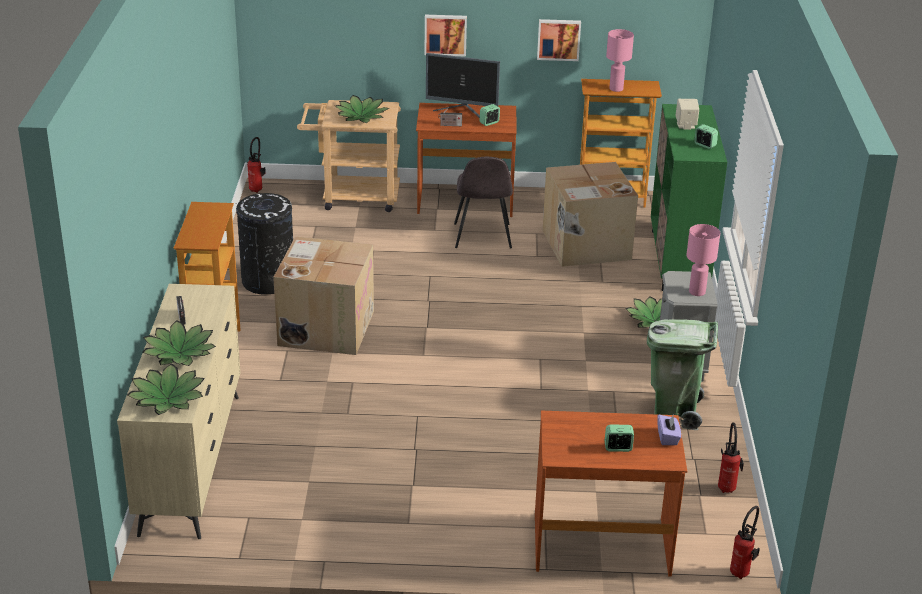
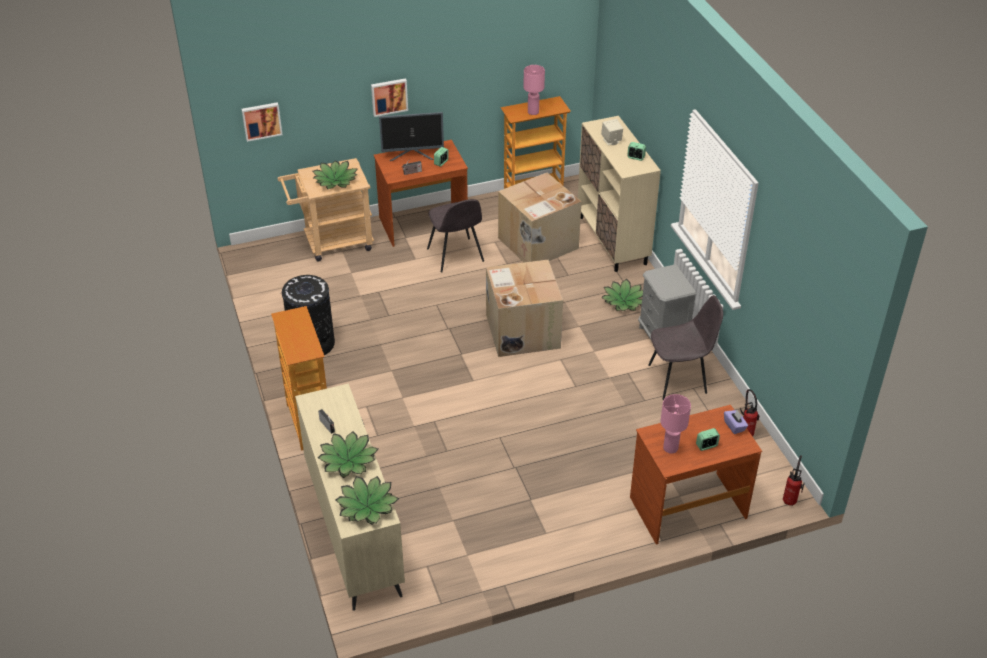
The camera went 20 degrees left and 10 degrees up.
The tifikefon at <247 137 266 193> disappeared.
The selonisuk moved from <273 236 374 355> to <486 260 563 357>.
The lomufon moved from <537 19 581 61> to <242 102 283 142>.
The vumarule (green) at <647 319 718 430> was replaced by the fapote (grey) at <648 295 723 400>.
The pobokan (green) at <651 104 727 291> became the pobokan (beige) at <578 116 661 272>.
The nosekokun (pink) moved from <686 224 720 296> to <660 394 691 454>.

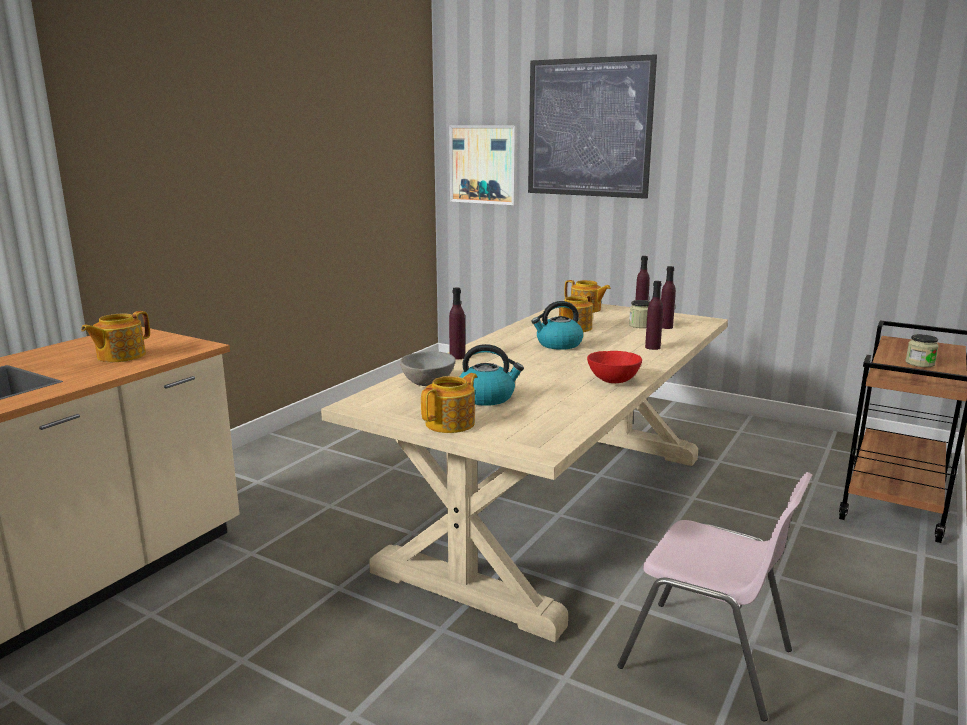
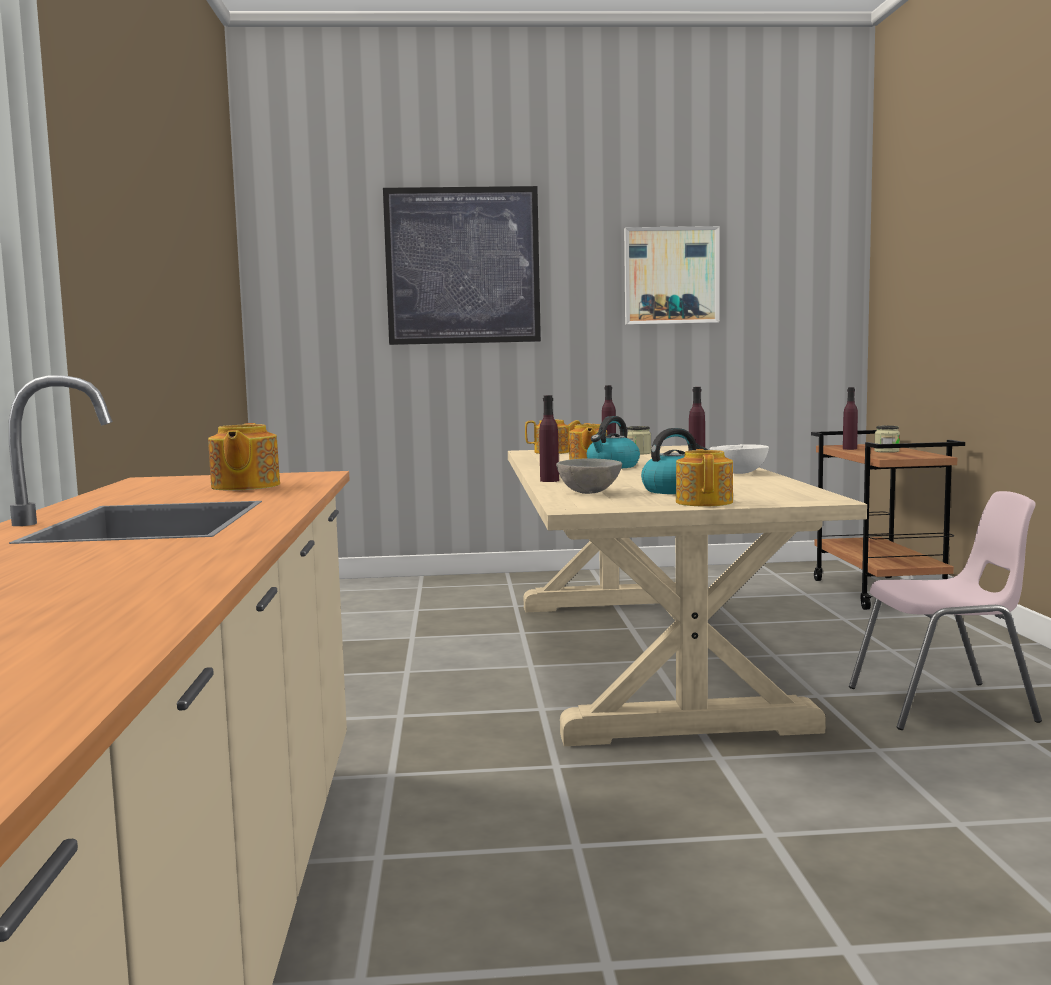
The camera went 35 degrees left and 10 degrees down.
The lomufon moved from <449 125 517 205> to <624 226 720 325>.
The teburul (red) at <587 351 642 383> became the teburul (white) at <710 444 769 474>.
The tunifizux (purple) moved from <661 266 676 329> to <843 387 858 450>.

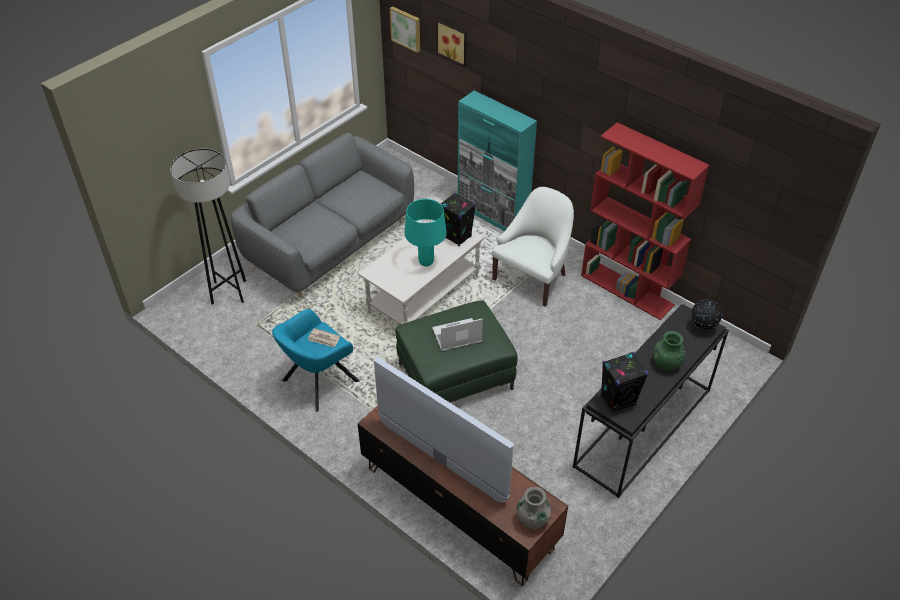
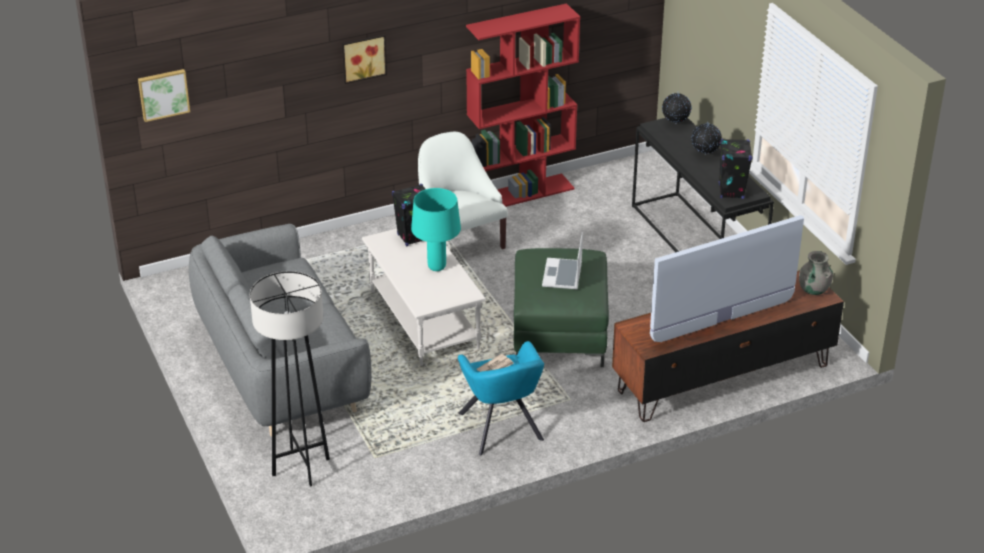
The camera went 65 degrees left and 10 degrees down.
The lomufon moved from <436 20 466 67> to <342 34 387 84>.
The pobokan (turquoise) at <458 90 537 231> disappeared.
The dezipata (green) at <653 331 685 371> was replaced by the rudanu at <692 122 722 155>.

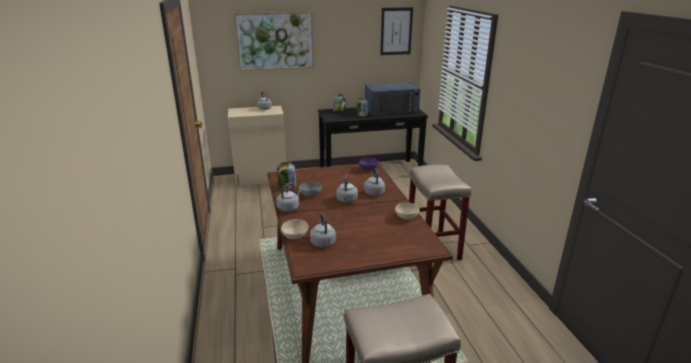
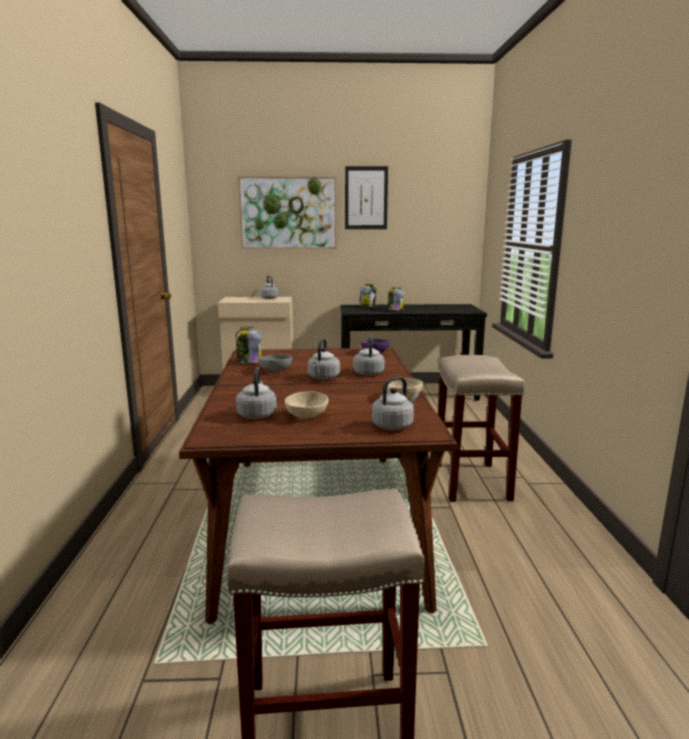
The camera went 10 degrees right and 10 degrees down.
The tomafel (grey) moved from <276 183 302 212> to <372 376 419 430>.
The teburul (beige) moved from <281 219 308 239> to <285 391 329 418>.
The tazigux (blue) at <365 82 420 117> disappeared.
The lomufon moved from <380 7 413 55> to <345 166 388 229>.

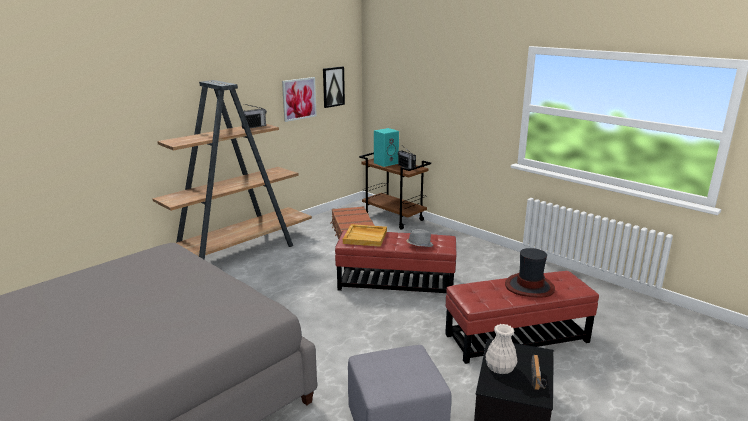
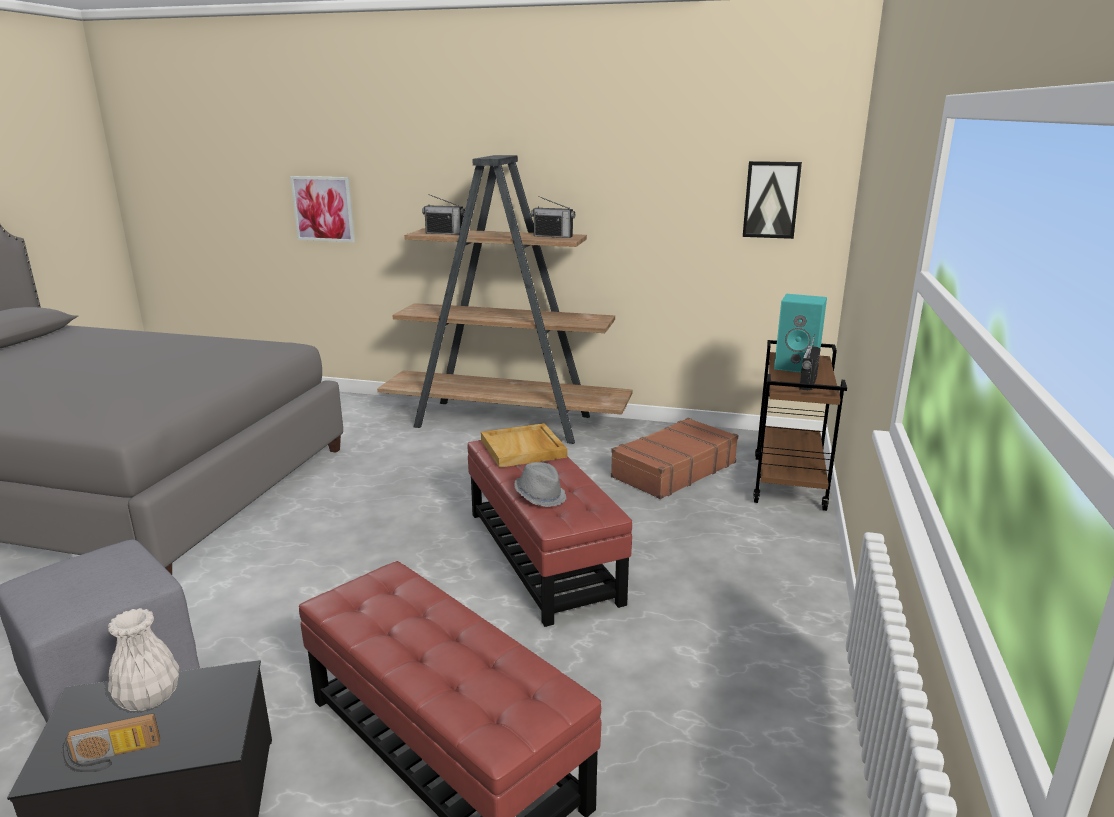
The camera went 60 degrees right and 0 degrees up.
The lomufon moved from <282 77 317 122> to <290 176 355 242>.
The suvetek at <505 248 555 298> disappeared.
The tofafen at <422 194 465 235> appeared.

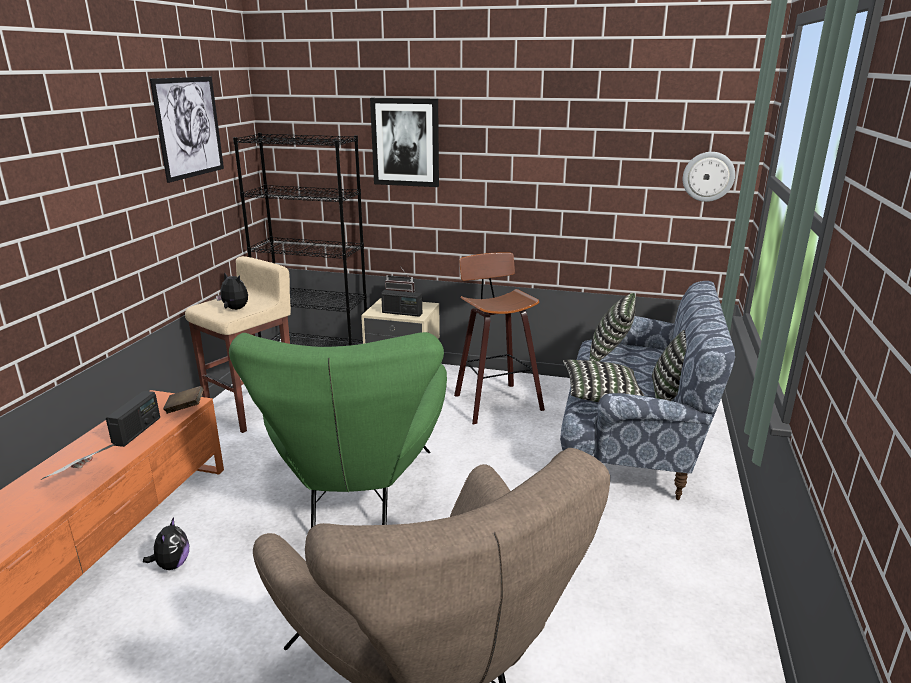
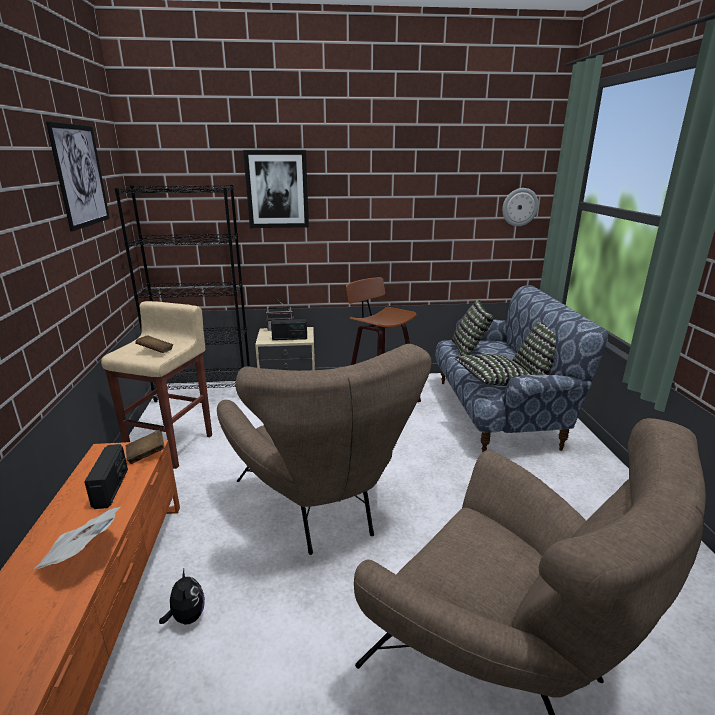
The camera went 20 degrees left and 0 degrees up.
The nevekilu at <216 272 248 310> was replaced by the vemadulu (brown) at <135 335 173 353>.
The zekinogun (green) at <229 332 447 528> became the zekinogun (brown) at <217 344 431 555>.

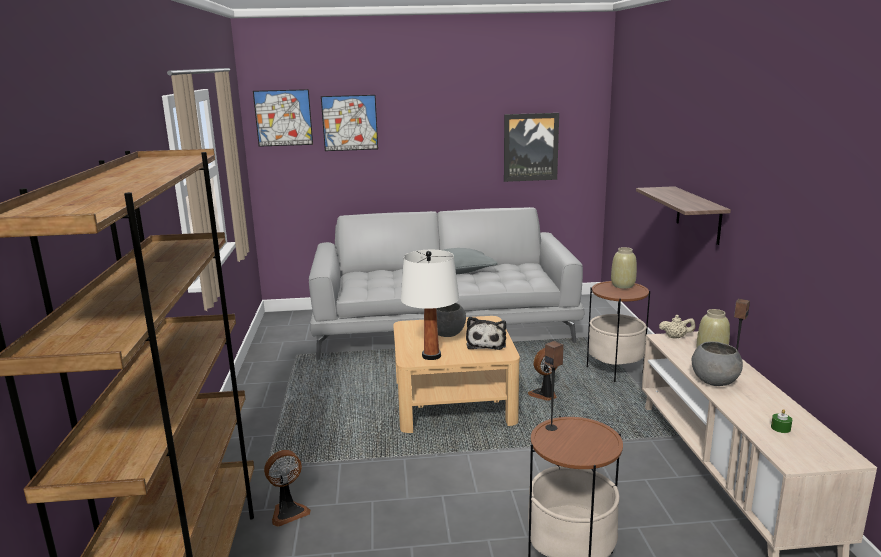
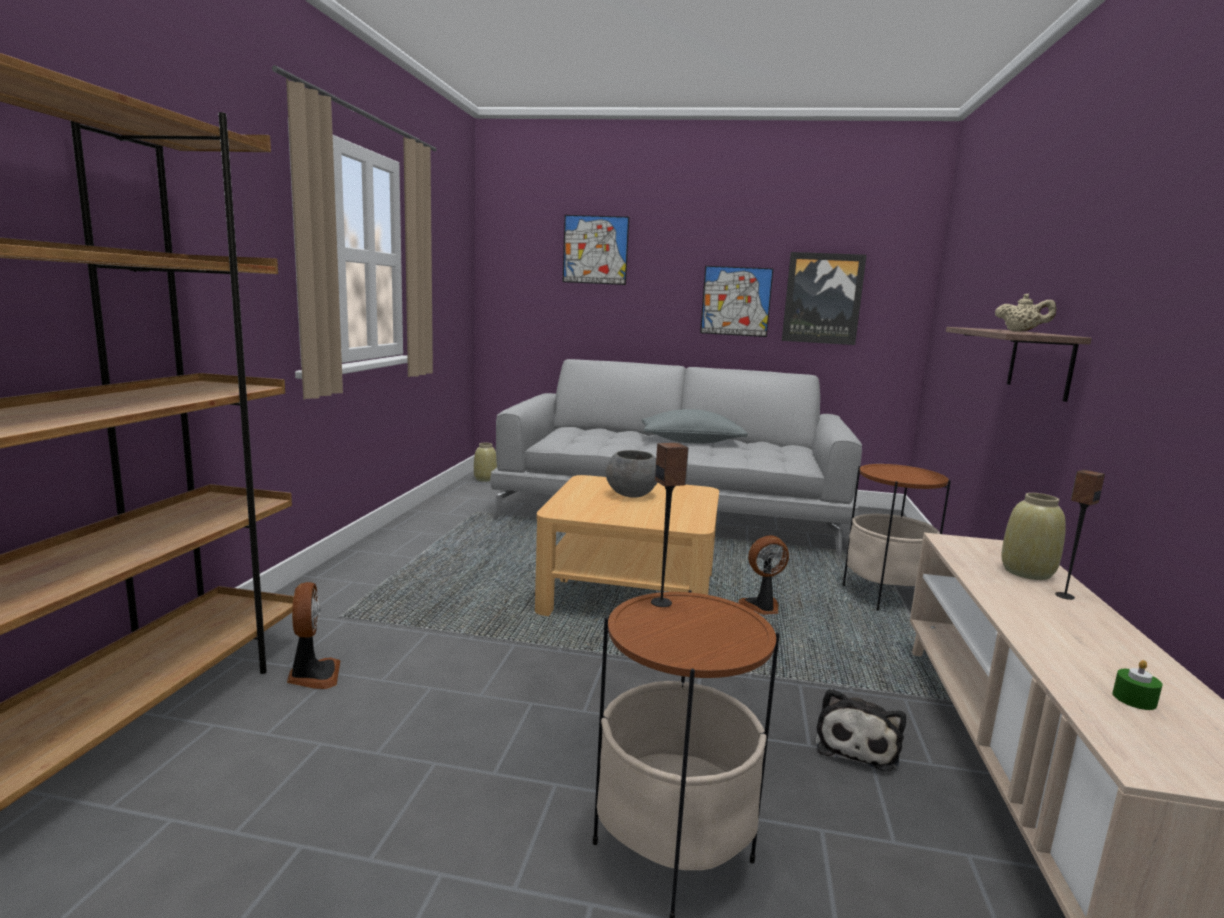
The camera went 15 degrees right and 5 degrees down.
The lomufon moved from <253 89 313 147> to <700 266 774 337>.
The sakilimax at <264 450 311 527> turned 90 degrees counterclockwise.
The nosekokun (white) at <401 250 459 360> disappeared.
The nevekilu moved from <466 317 506 350> to <816 688 906 772>.
The dezipata (beige) moved from <611 247 637 289> to <474 443 497 482>.
The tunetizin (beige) moved from <659 315 696 339> to <995 294 1056 331>.
The teburul (grey) at <692 341 743 386> disappeared.

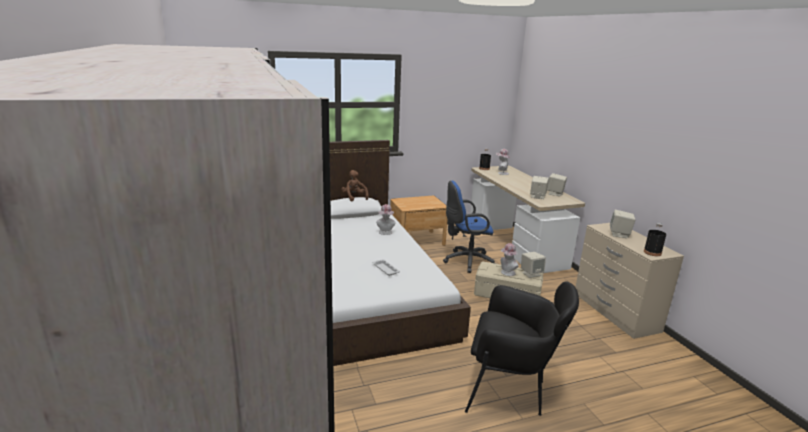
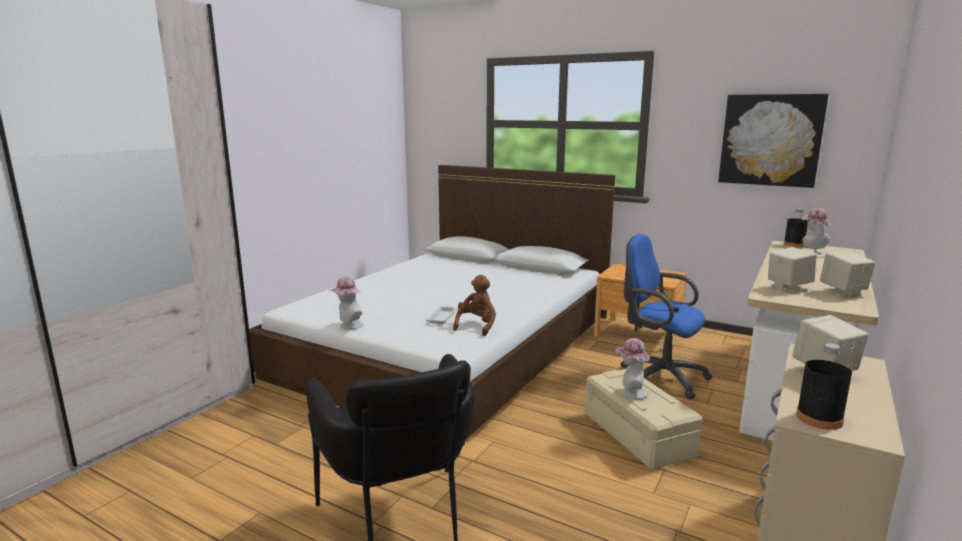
The camera went 50 degrees right and 5 degrees down.
The nevekilu (brown) moved from <341 170 368 201> to <453 275 496 336>.
The suvetek moved from <376 204 396 235> to <330 277 363 329>.
The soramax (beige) at <521 252 546 278> disappeared.
The lomufon at <718 94 828 188> appeared.

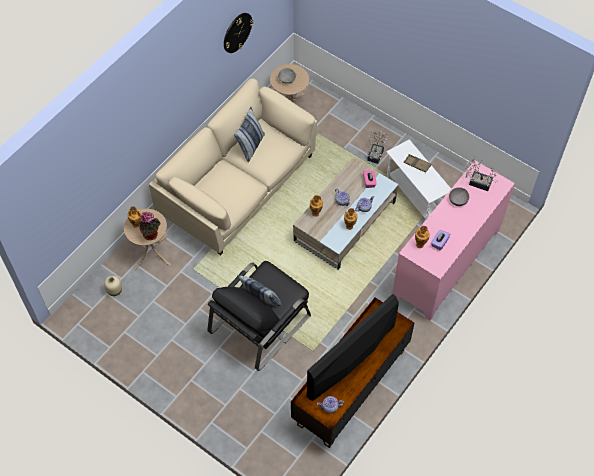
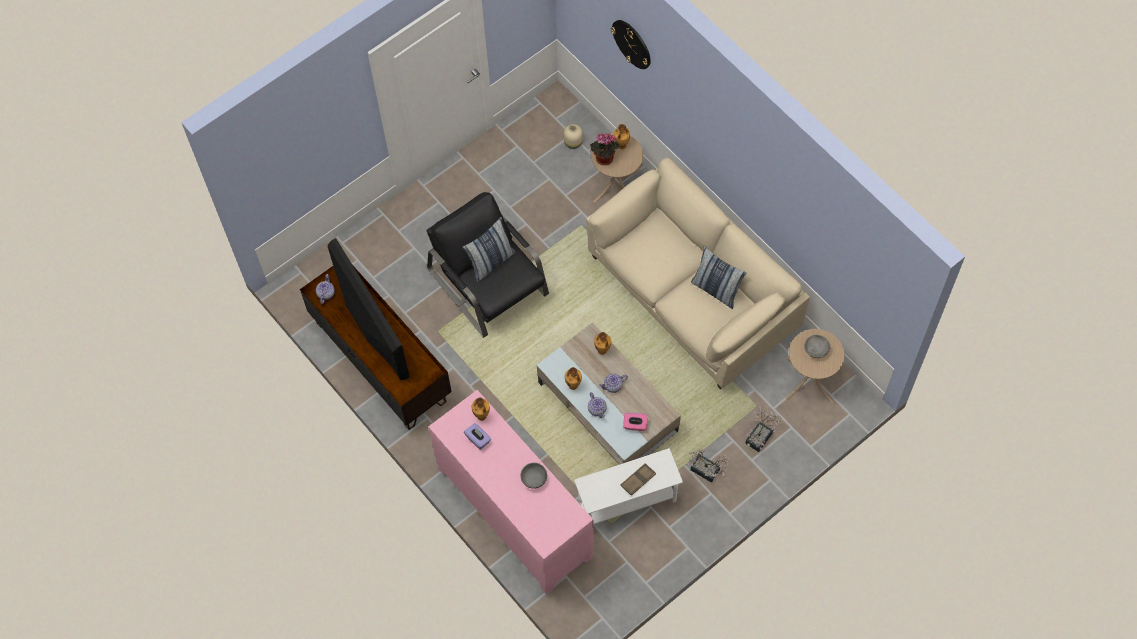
The camera went 105 degrees right and 5 degrees up.
The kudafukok moved from <224 13 253 53> to <611 20 651 69>.
The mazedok moved from <465 157 498 191> to <745 406 781 452>.

